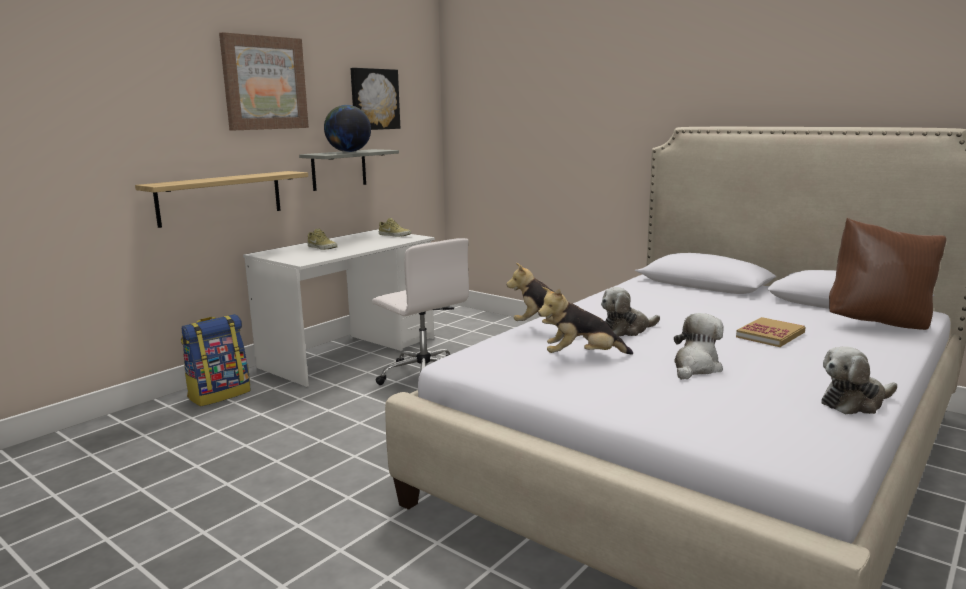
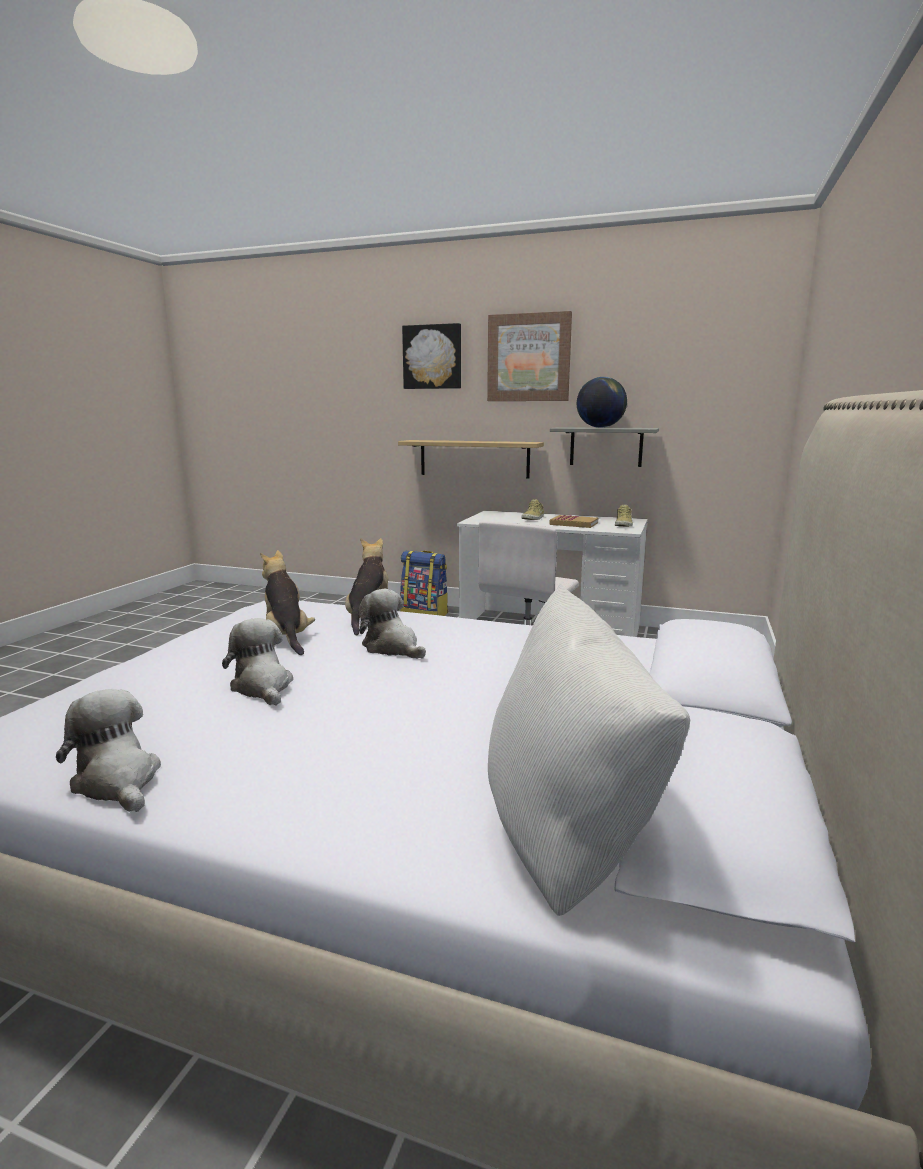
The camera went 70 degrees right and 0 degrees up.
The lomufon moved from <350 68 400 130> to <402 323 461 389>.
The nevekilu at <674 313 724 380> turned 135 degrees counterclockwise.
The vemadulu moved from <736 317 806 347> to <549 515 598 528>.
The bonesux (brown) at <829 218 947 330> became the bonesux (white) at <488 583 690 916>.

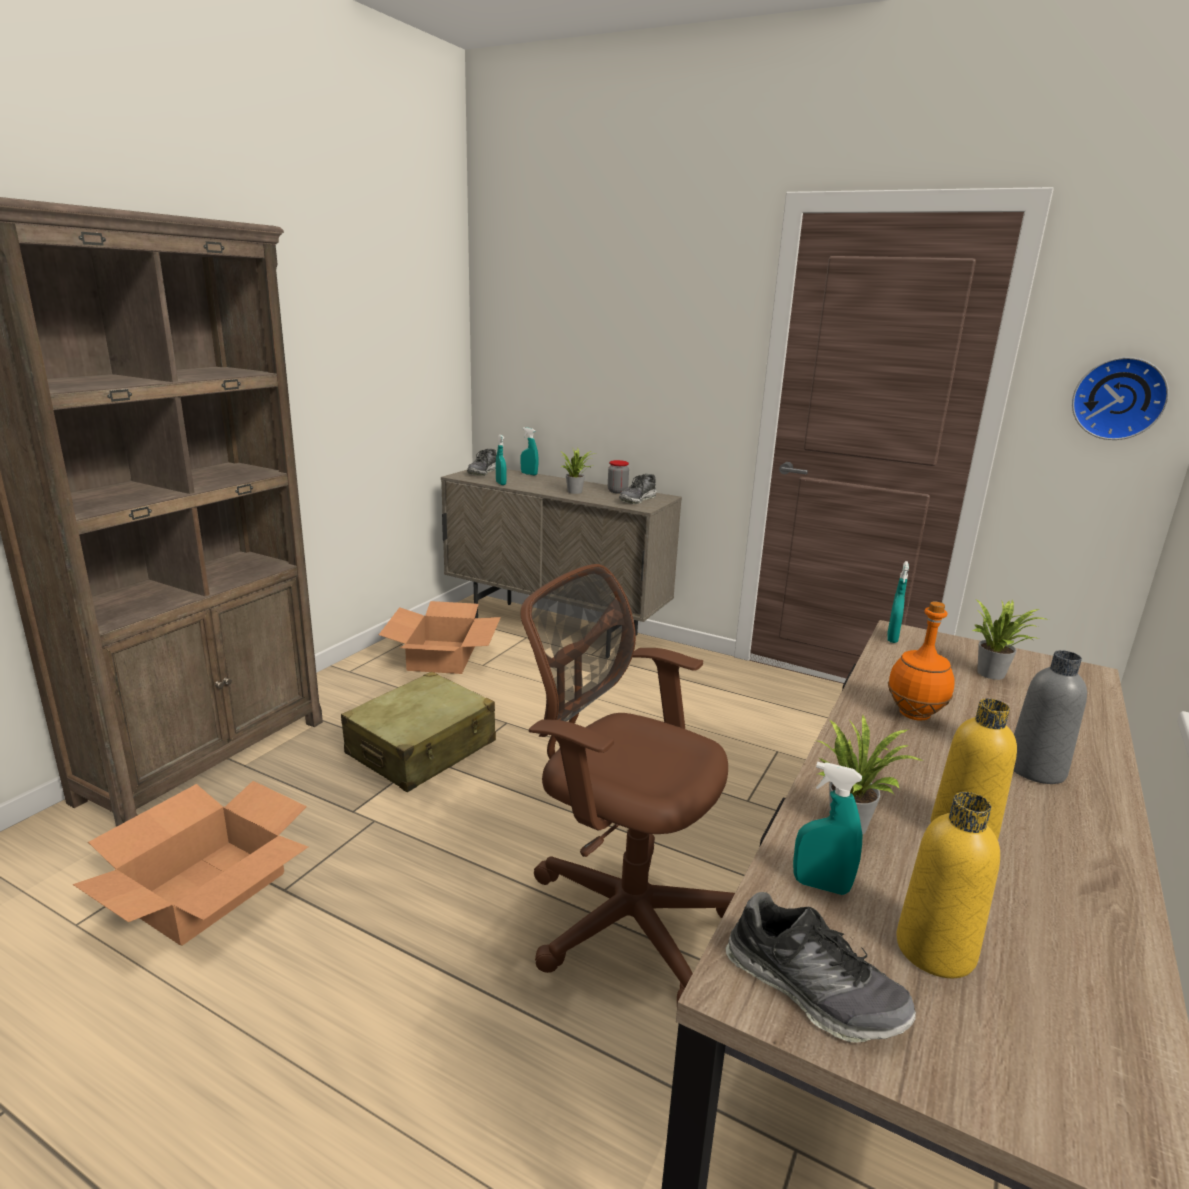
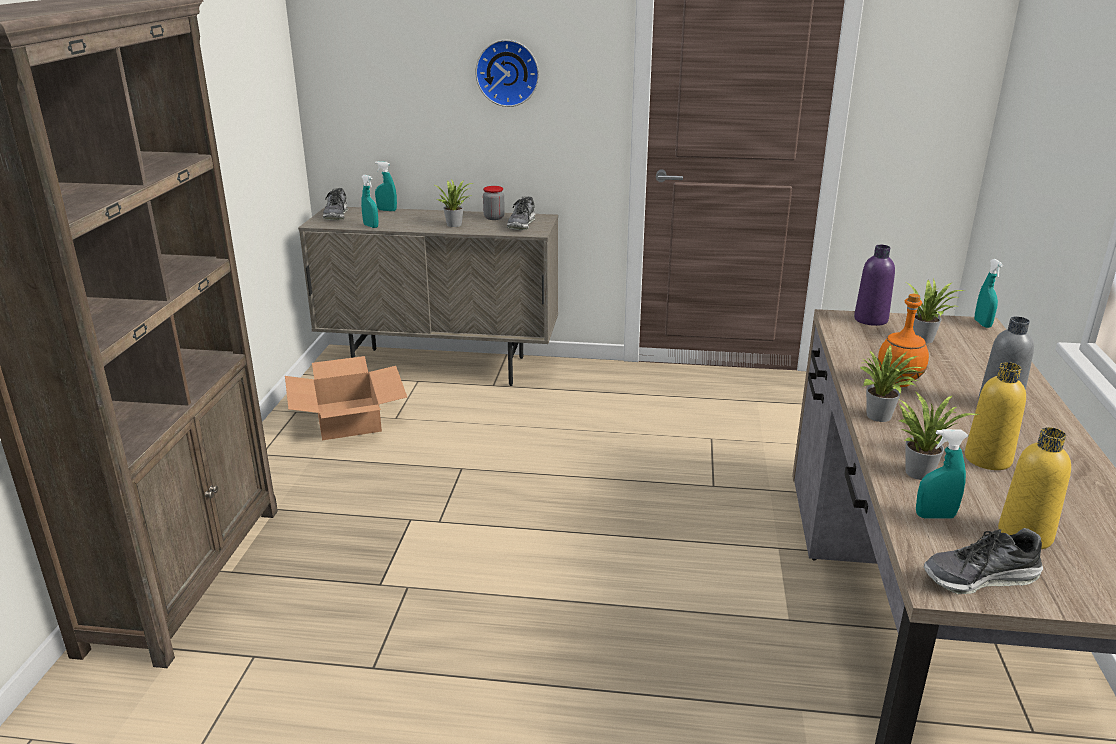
The camera went 20 degrees left and 5 degrees up.
The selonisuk at <73 781 308 946> disappeared.
The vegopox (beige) at <341 672 496 792> disappeared.
The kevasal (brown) at <521 564 735 1004> disappeared.
The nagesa at <726 892 916 1043> turned 150 degrees clockwise.
The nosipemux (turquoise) moved from <888 561 909 643> to <974 259 1003 328>.
The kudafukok moved from <1072 357 1169 440> to <475 40 539 107>.
The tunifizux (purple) at <854 245 895 326> appeared.
The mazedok at <860 345 923 422> appeared.

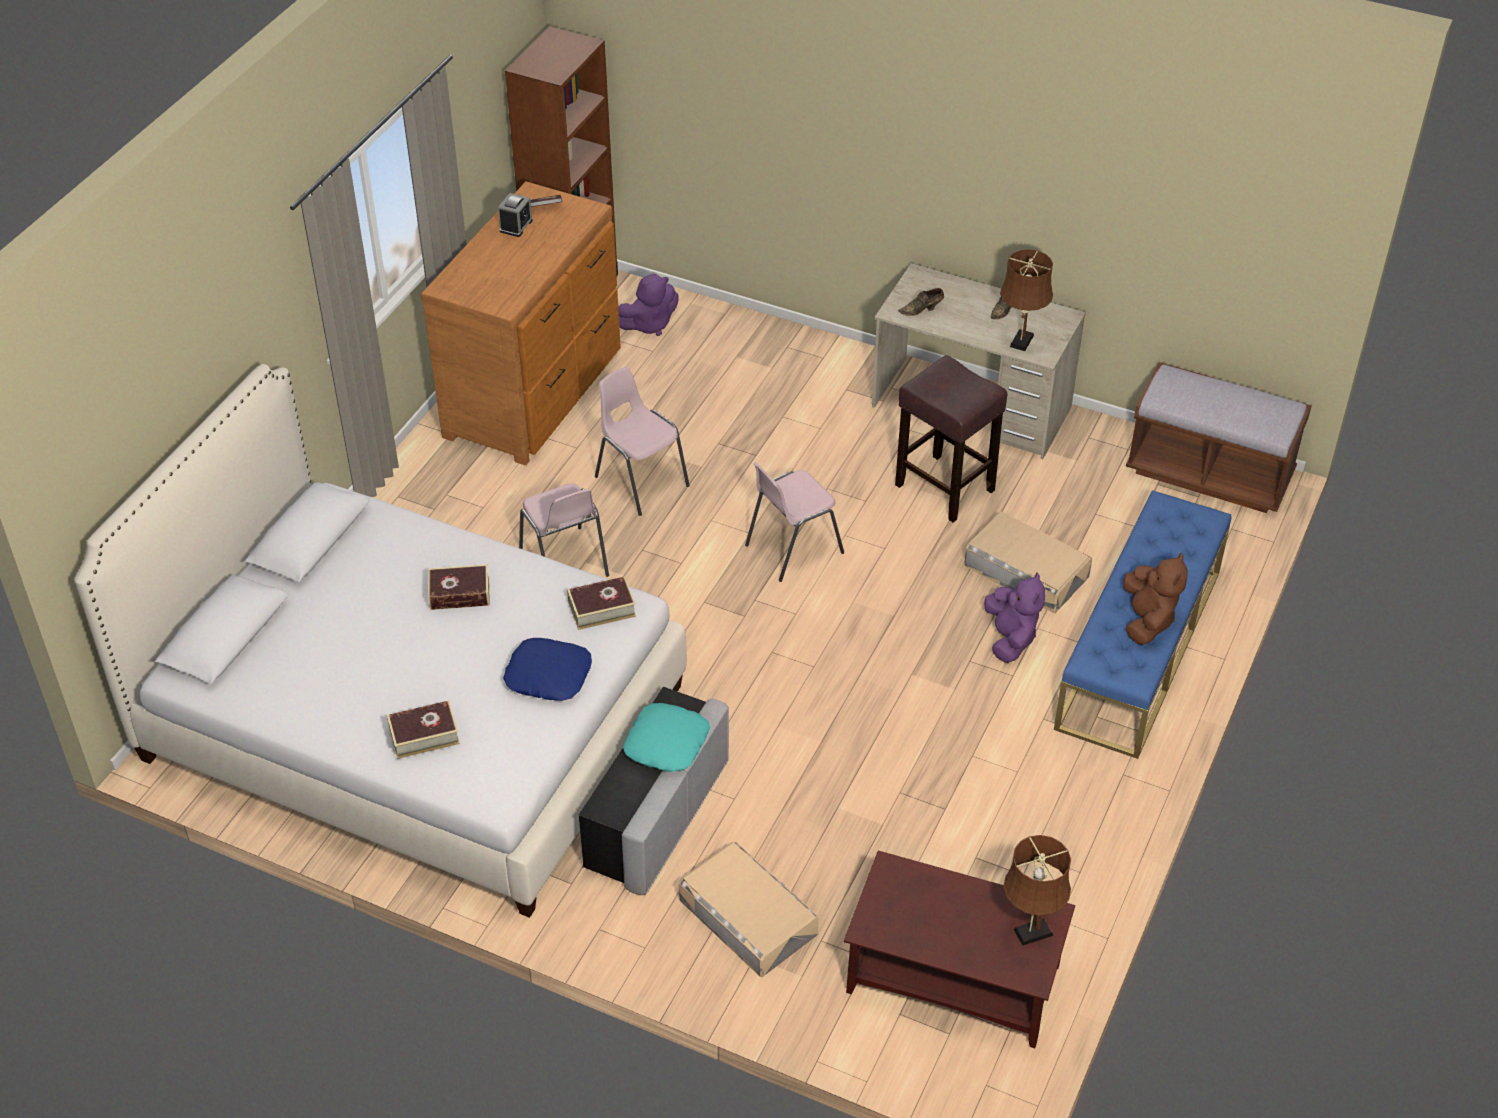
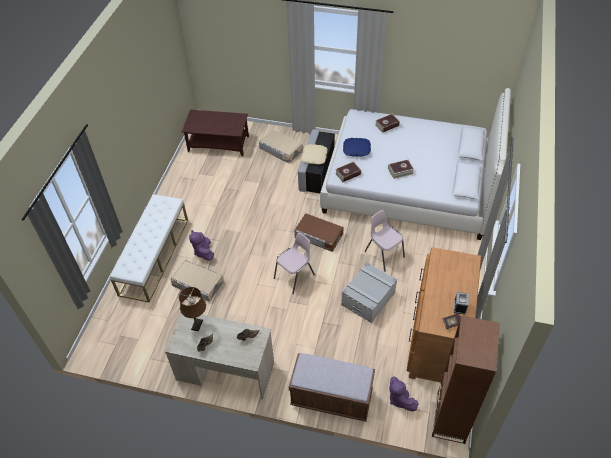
The camera went 170 degrees right and 5 degrees up.
The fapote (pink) at <595 367 690 516> was replaced by the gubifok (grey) at <341 262 397 323>.
The nevekilu (purple) at <618 274 679 336> turned 75 degrees counterclockwise.
The bonesux (turquoise) at <623 703 710 772> became the bonesux (beige) at <301 144 327 164>.
The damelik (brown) at <895 355 1007 522> disappeared.
The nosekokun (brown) at <1003 835 1071 946> disappeared.
The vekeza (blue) at <1054 490 1232 759> became the vekeza (white) at <110 194 188 303>.
The nevekilu (brown) at <1123 553 1188 645> disappeared.
The vekeza (brown) moved from <1126 362 1312 513> to <289 353 375 422>.
The gubifok (brown) at <294 214 344 252> appeared.

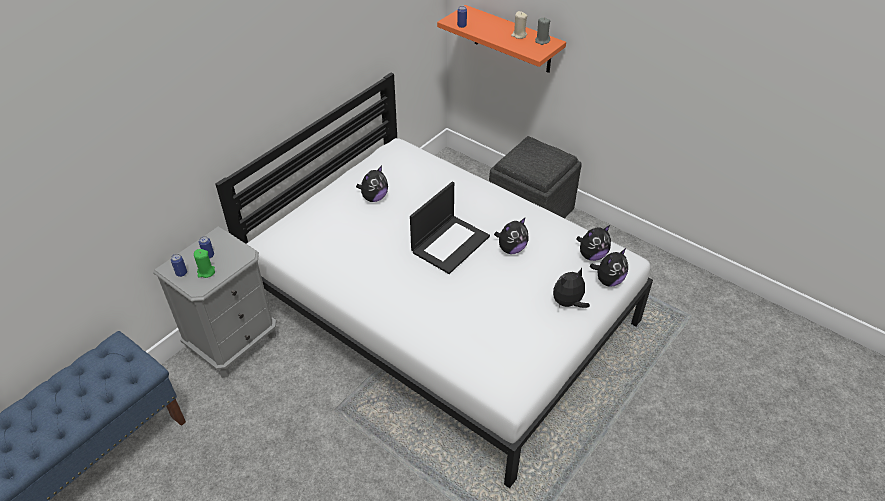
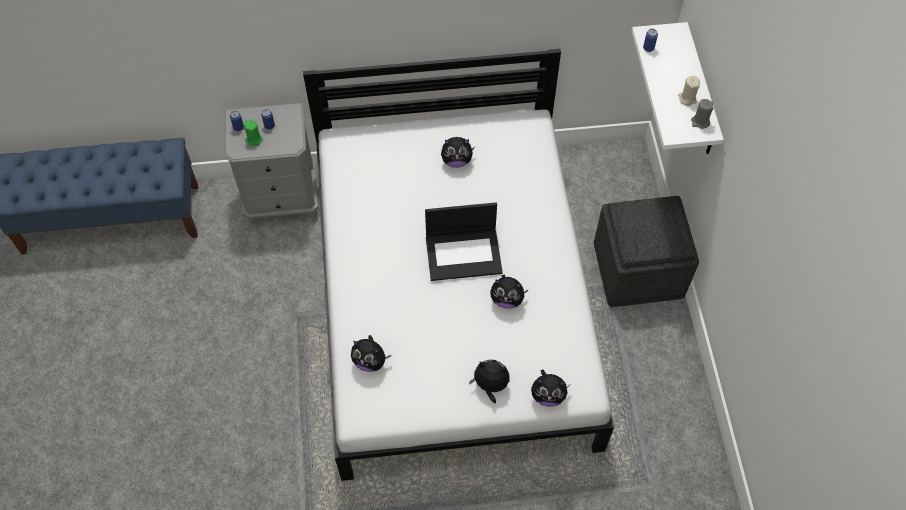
The camera went 45 degrees right and 15 degrees up.
The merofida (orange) at <437 5 566 73> became the merofida (white) at <631 22 724 154>.
The nevekilu moved from <576 225 611 261> to <351 335 391 372>.

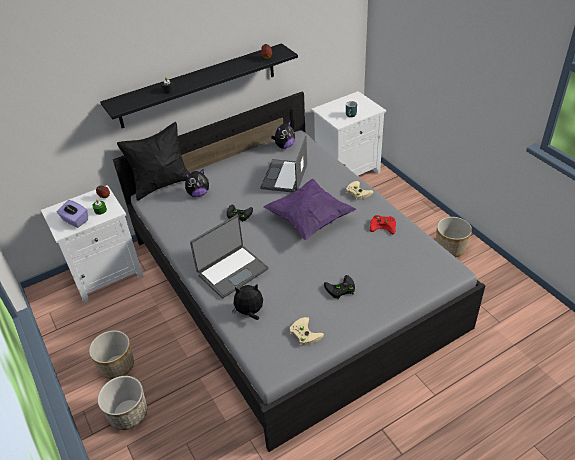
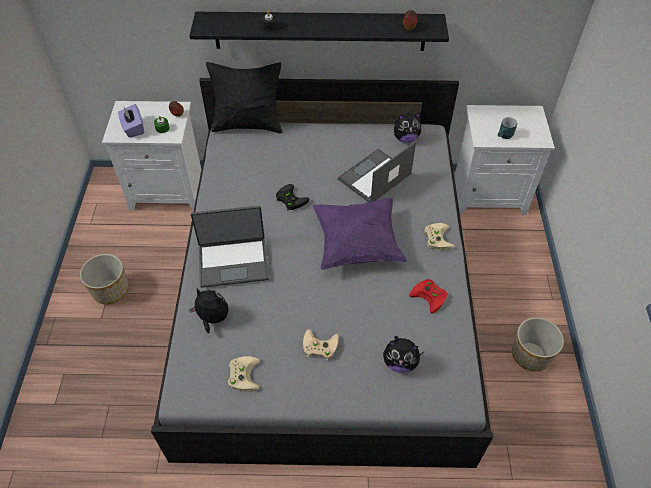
The camera went 30 degrees right and 10 degrees up.
The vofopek at <98 376 147 430> disappeared.
The nevekilu moved from <185 169 209 197> to <383 336 423 373>.
The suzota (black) at <324 275 355 299> became the suzota (beige) at <303 329 339 360>.

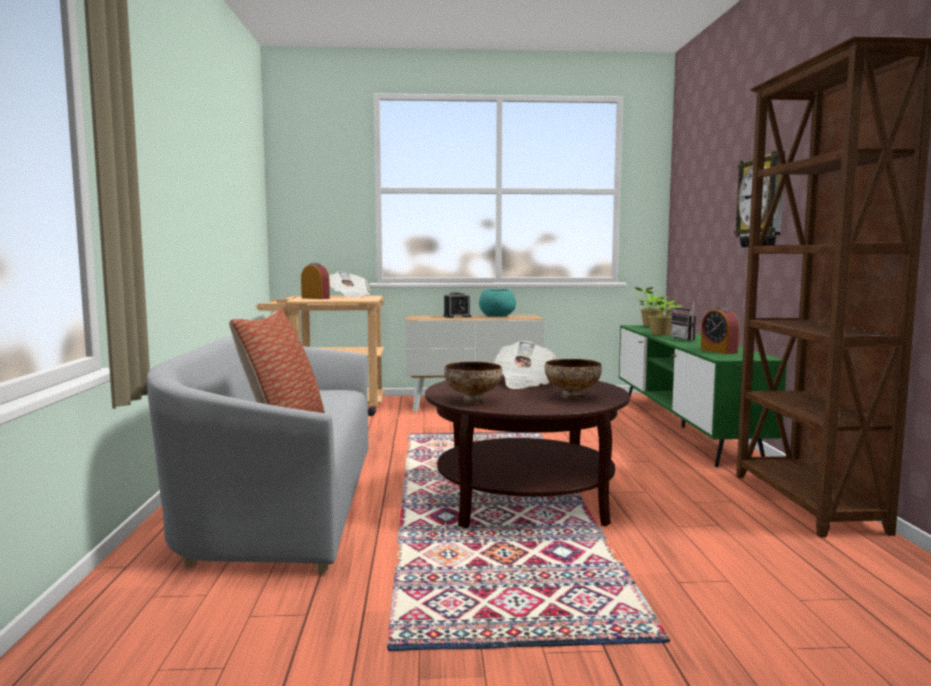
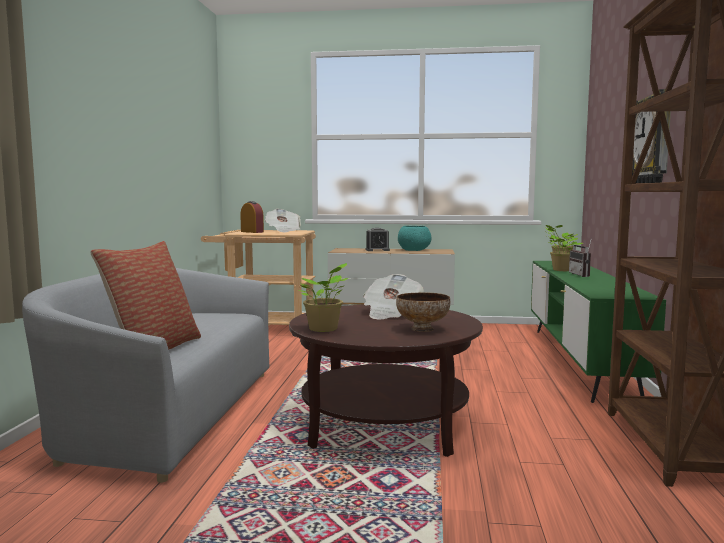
The camera went 10 degrees right and 0 degrees up.
The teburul at <444 362 502 404> was replaced by the mazedok at <298 263 348 332>.
The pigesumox at <701 307 739 354> disappeared.

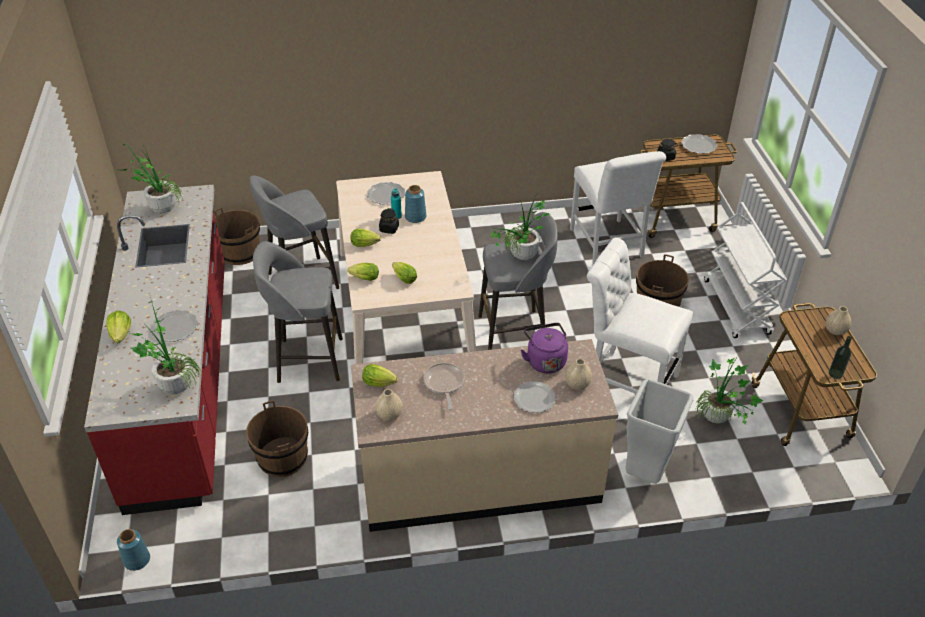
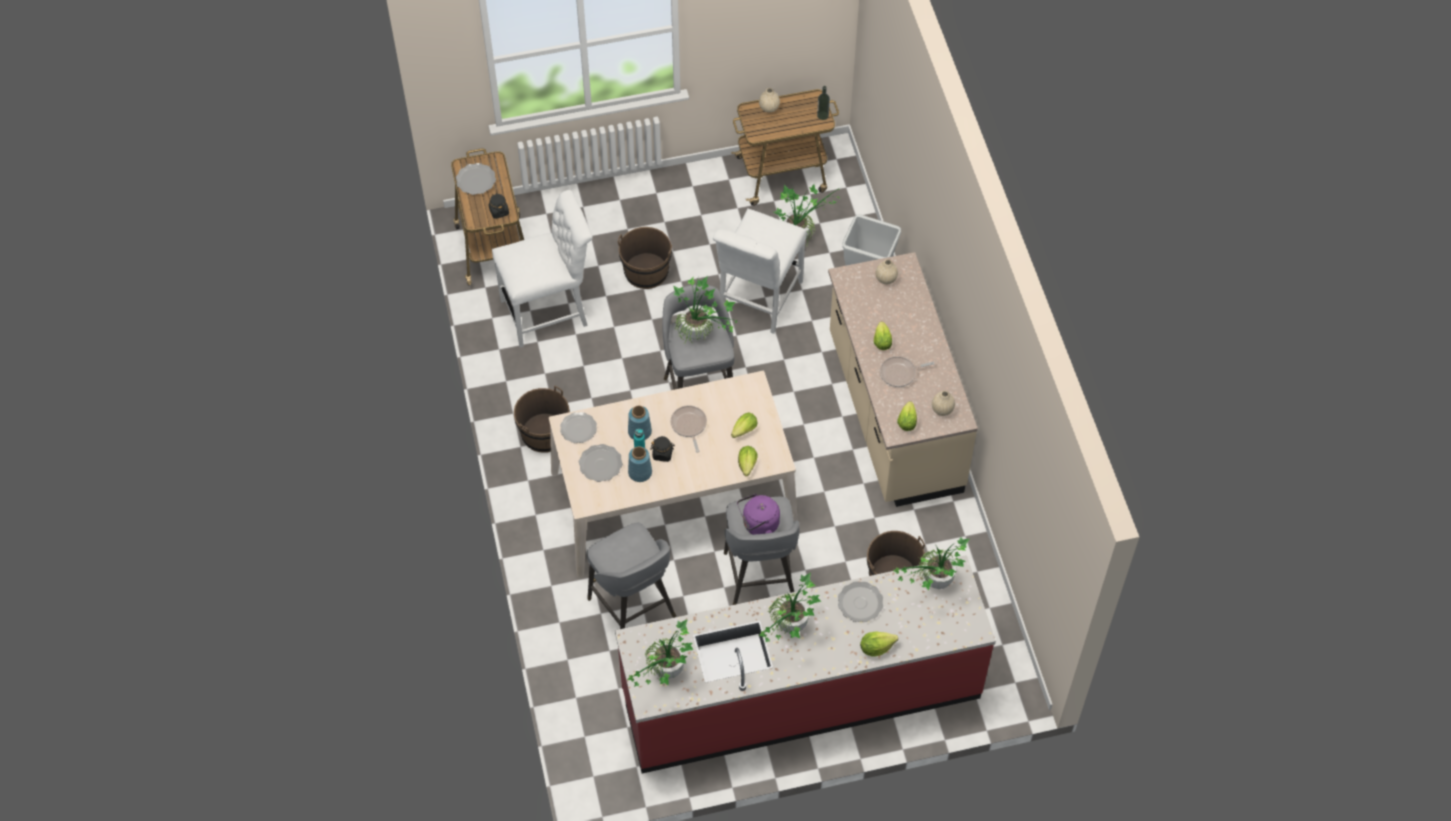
The camera went 95 degrees left and 15 degrees up.
The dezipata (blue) moved from <117 529 150 571> to <628 447 652 482>.
The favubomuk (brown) moved from <214 207 260 265> to <514 385 570 453>.
The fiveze moved from <351 229 381 247> to <874 321 892 350>.
The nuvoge moved from <514 381 556 413> to <560 412 597 443>.
The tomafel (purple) moved from <521 323 568 373> to <737 494 780 535>.
The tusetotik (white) at <704 202 787 338> disappeared.
The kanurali at <670 405 707 453> appeared.
The mazedok at <759 573 822 642> appeared.

